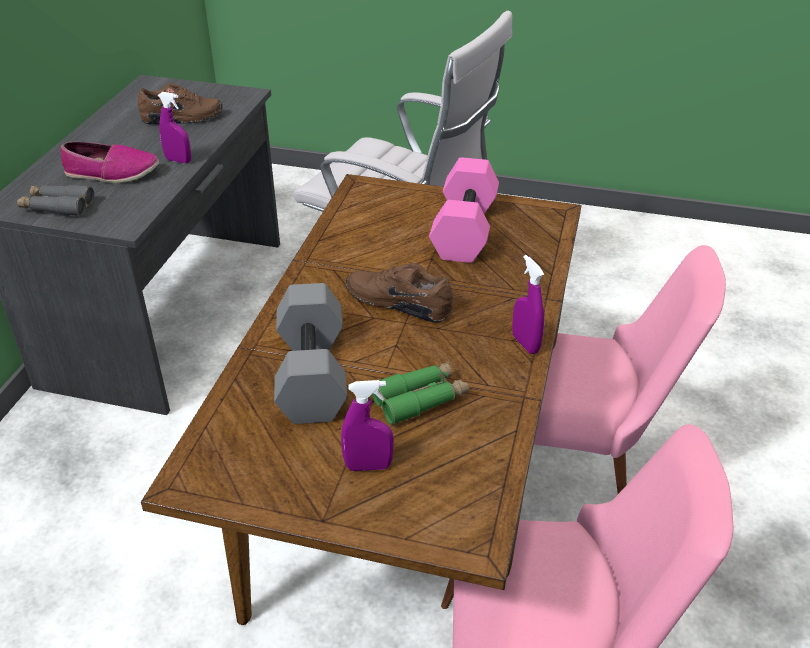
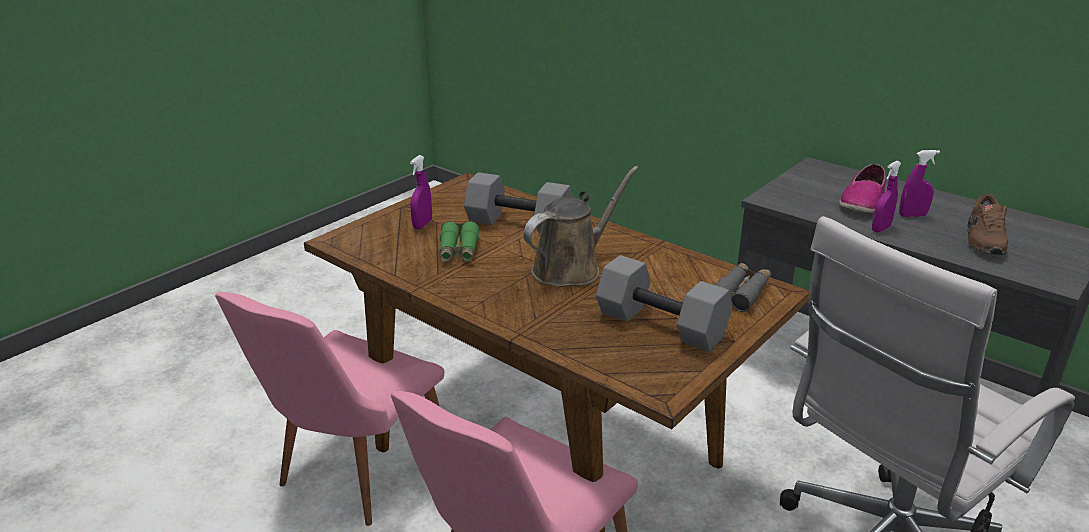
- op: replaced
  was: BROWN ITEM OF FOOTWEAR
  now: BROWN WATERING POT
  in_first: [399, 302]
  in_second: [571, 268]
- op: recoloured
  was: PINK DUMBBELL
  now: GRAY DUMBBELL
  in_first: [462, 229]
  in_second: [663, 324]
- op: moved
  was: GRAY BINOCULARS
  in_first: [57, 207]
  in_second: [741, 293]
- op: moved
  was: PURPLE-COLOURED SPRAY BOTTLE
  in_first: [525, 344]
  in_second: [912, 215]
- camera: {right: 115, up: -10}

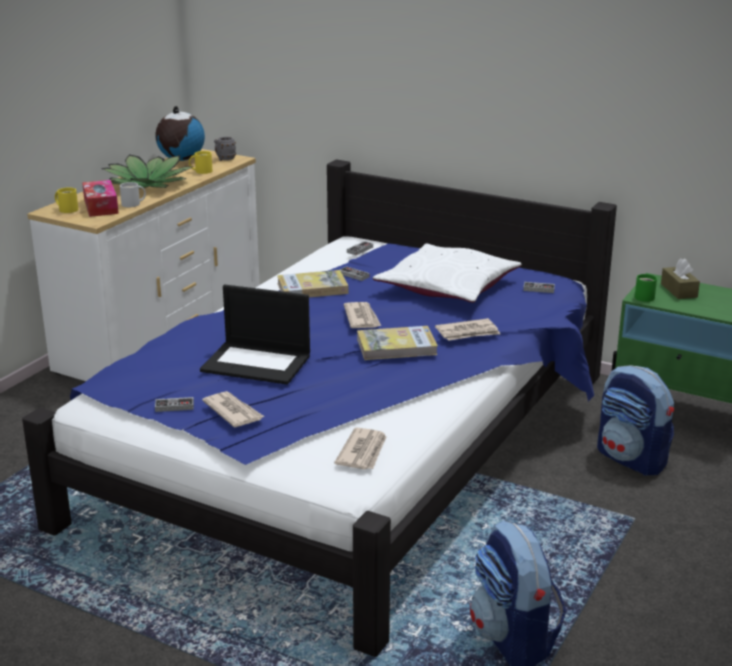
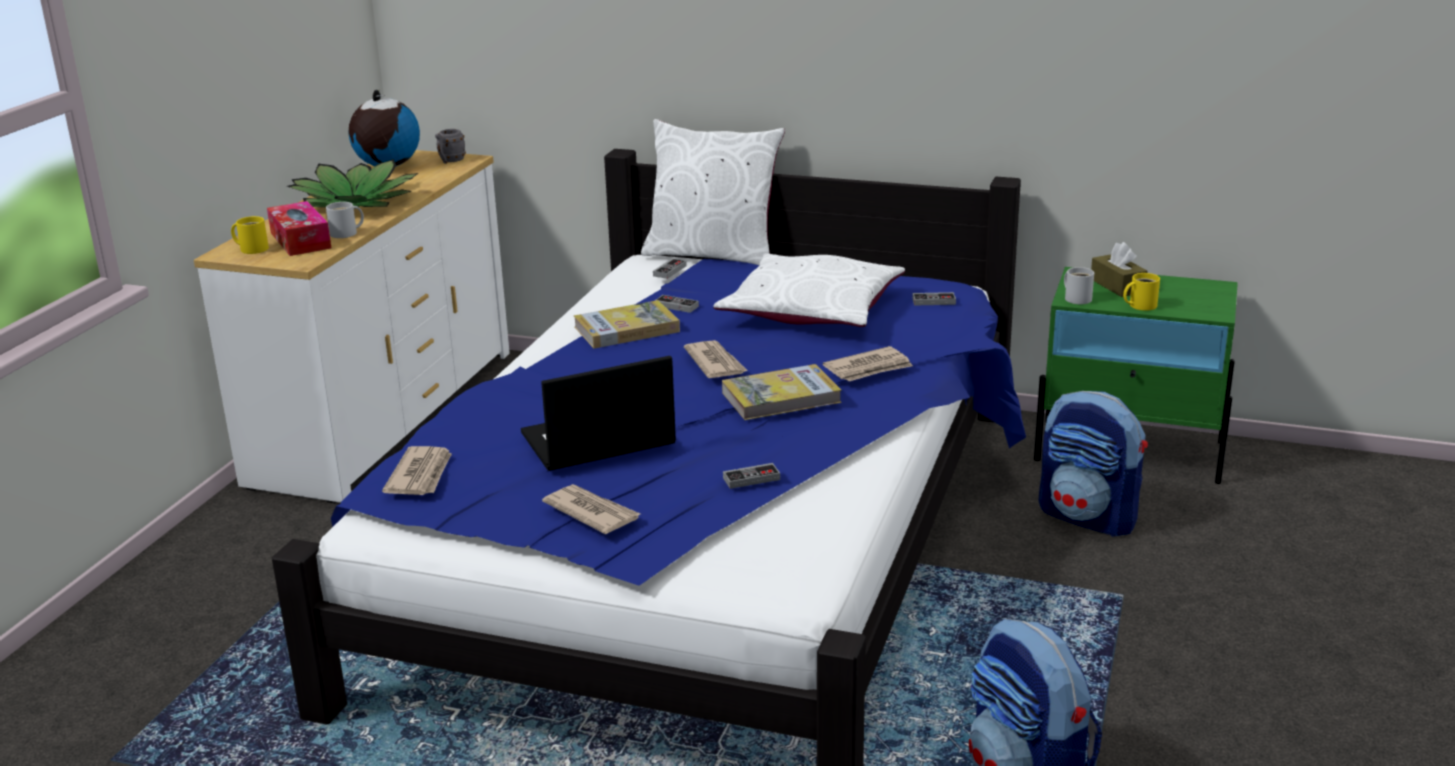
- op: moved
  was: PRINTED PAPER
  in_first: [363, 452]
  in_second: [421, 475]
- op: turned
  was: PORTABLE COMPUTER
  in_first: [258, 363]
  in_second: [597, 440]
  clockwise: 150
- op: added
  now: WHITE CUSHION
  in_second: [713, 255]
- op: moved
  was: GAME CONTROLLER
  in_first: [174, 406]
  in_second: [751, 479]
- op: recoloured
  was: GREEN-COLOURED MUG
  now: WHITE MUG
  in_first: [644, 297]
  in_second: [1077, 298]
- op: moved
  was: YELLOW-COLOURED MUG
  in_first: [202, 171]
  in_second: [1140, 305]
- camera: {right: -10, up: 0}

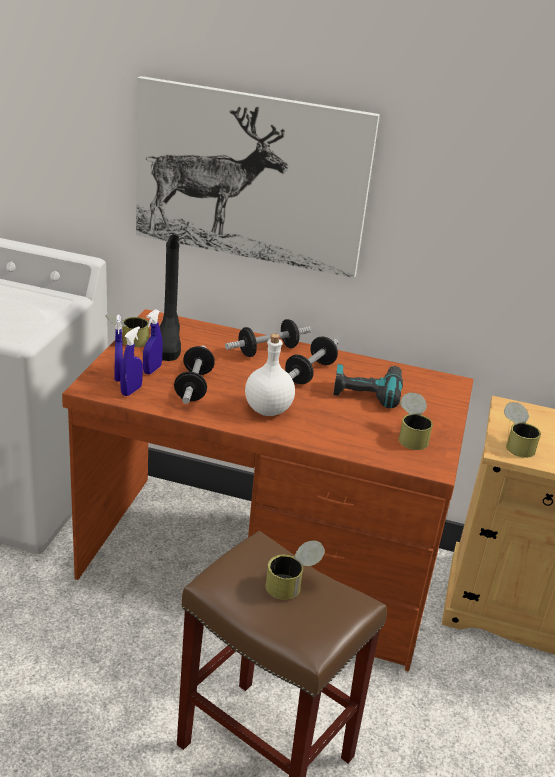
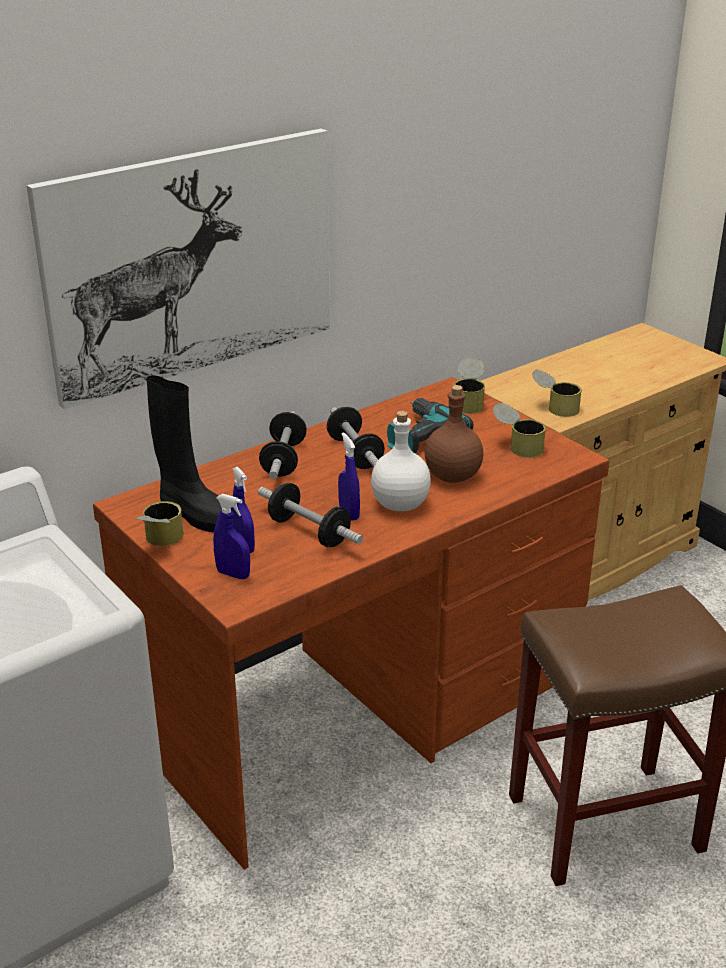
- op: moved
  was: BLUE SPRAY BOTTLE
  in_first: [131, 391]
  in_second: [349, 513]
- op: added
  now: BROWN BEVERAGE BOTTLE
  in_second: [453, 477]
- op: moved
  was: CAN
  in_first: [292, 584]
  in_second: [469, 402]
- camera: {right: -50, up: 0}

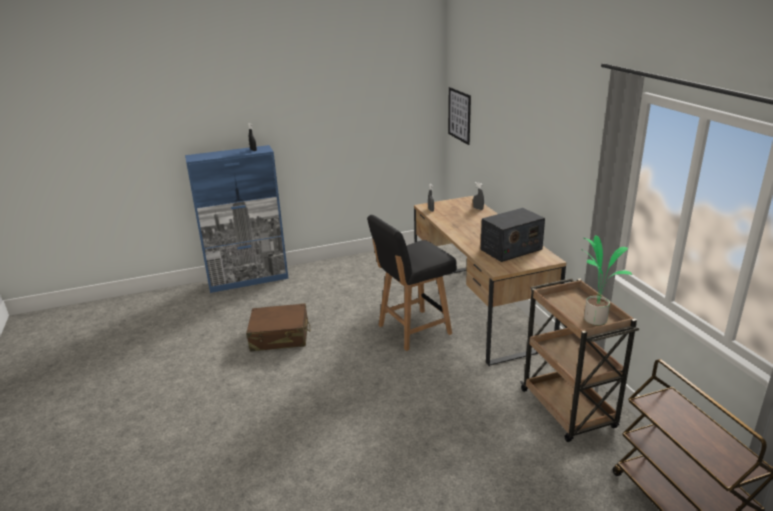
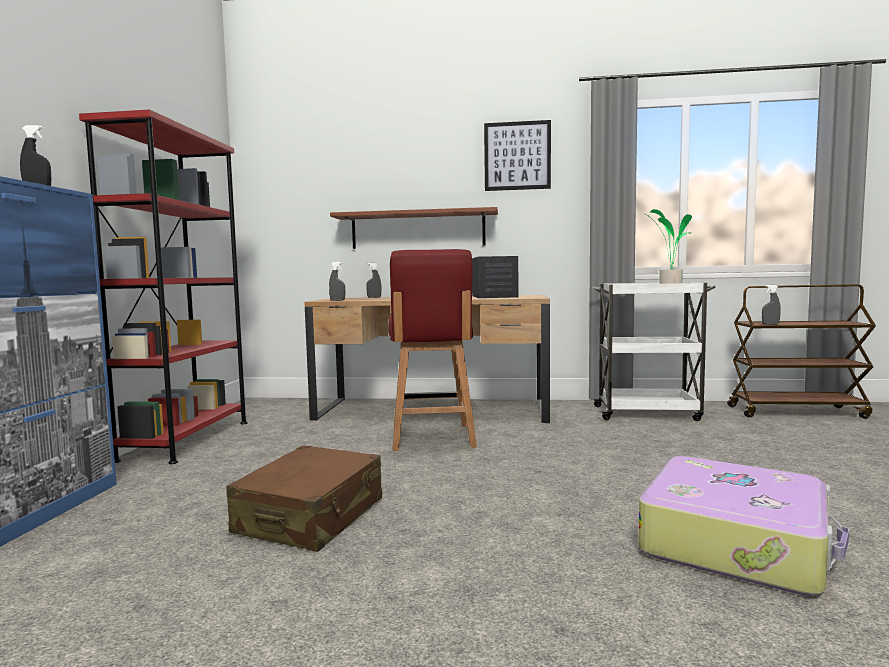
- op: added
  now: RED BOOKSHELF
  in_second: [187, 440]
- op: added
  now: BROWN WALL SHELF
  in_second: [418, 230]
- op: recoloured
  was: BLACKISH PLAIN CHAIR
  now: RED PLAIN CHAIR
  in_first: [413, 330]
  in_second: [432, 438]
- op: moved
  was: PICTURE
  in_first: [459, 115]
  in_second: [517, 156]
- op: recoloured
  was: BROWN WHEELED CART
  now: WHITE WHEELED CART
  in_first: [568, 410]
  in_second: [648, 413]
- op: added
  now: TRAVEL CASE
  in_second: [736, 543]
- op: added
  now: GRAY SPRAY BOTTLE
  in_second: [770, 324]
- camera: {right: -65, up: -20}

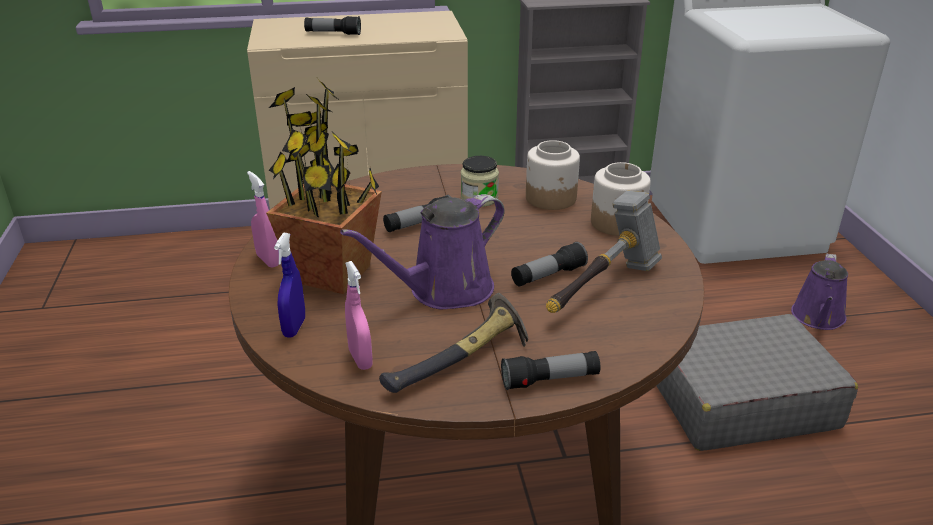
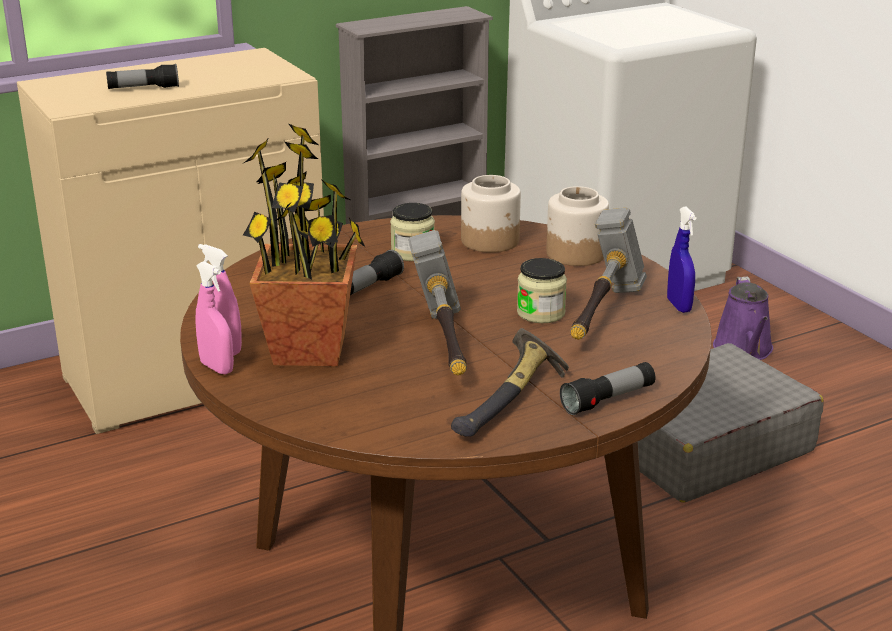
- op: moved
  was: PINK SPRAY BOTTLE
  in_first: [360, 359]
  in_second: [217, 368]
- op: replaced
  was: PURPLE-COLOURED WATERING POT
  now: HAND HAMMER
  in_first: [444, 291]
  in_second: [444, 344]
- op: replaced
  was: HAND TORCH
  now: STORAGE JAR
  in_first: [548, 276]
  in_second: [541, 313]
- op: moved
  was: BLUE SPRAY BOTTLE
  in_first: [294, 327]
  in_second: [679, 306]
- camera: {right: -20, up: -5}

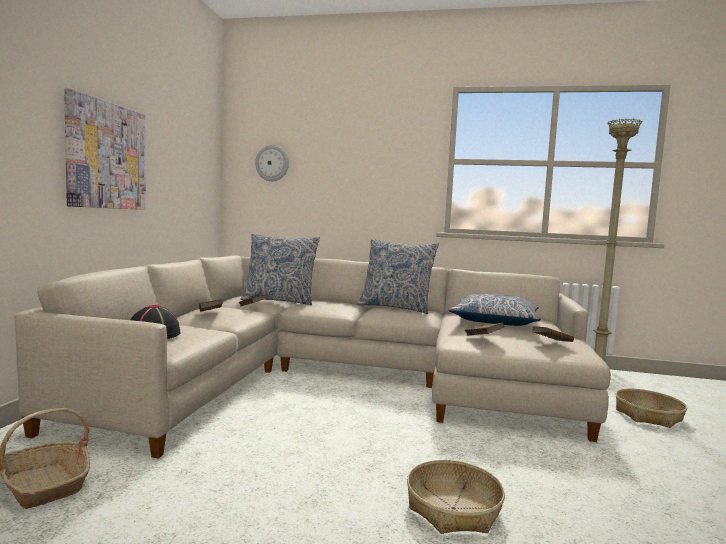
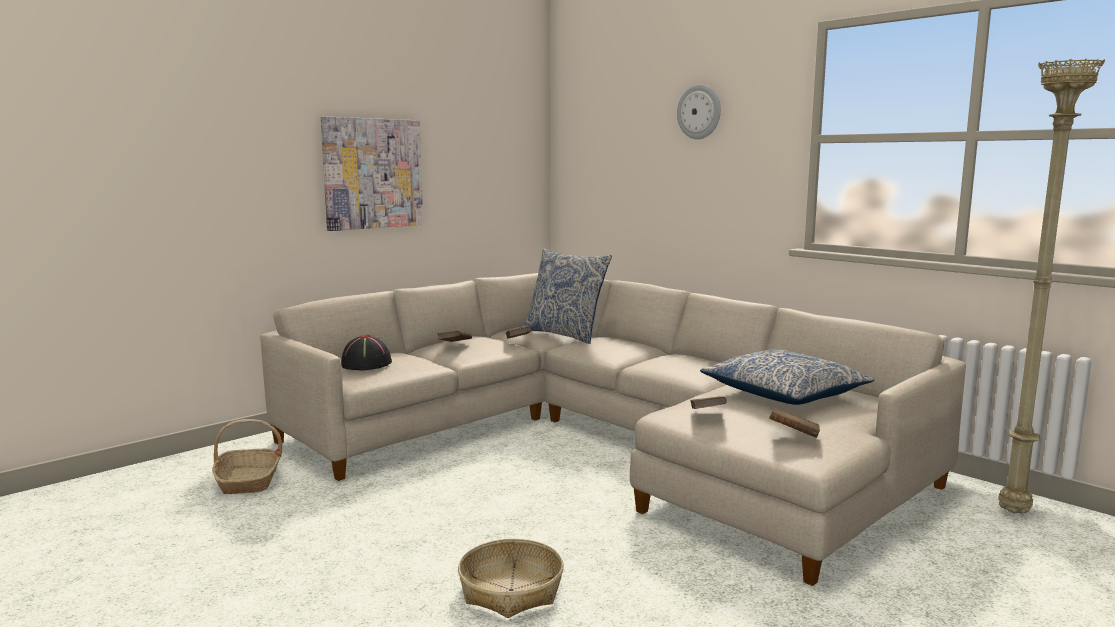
- op: moved
  was: HANGING CLOCK
  in_first: [272, 163]
  in_second: [699, 112]
- op: removed
  was: CUSHION
  in_first: [396, 307]
- op: removed
  was: HOUSEHOLD BASKET
  in_first: [648, 416]
- camera: {right: 35, up: 5}

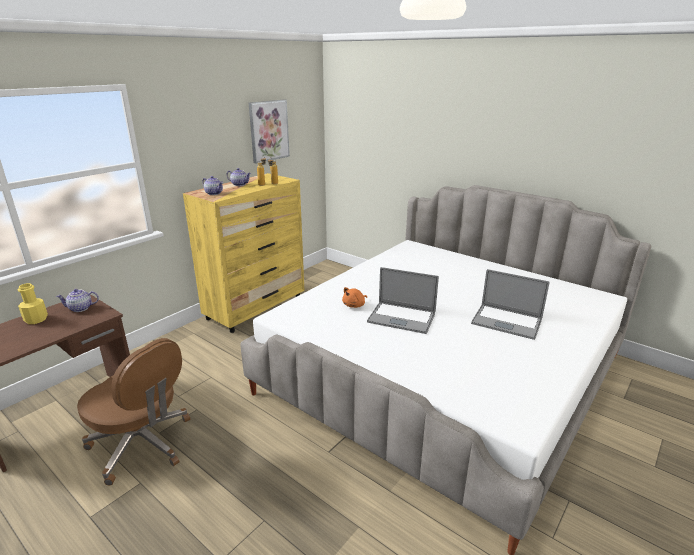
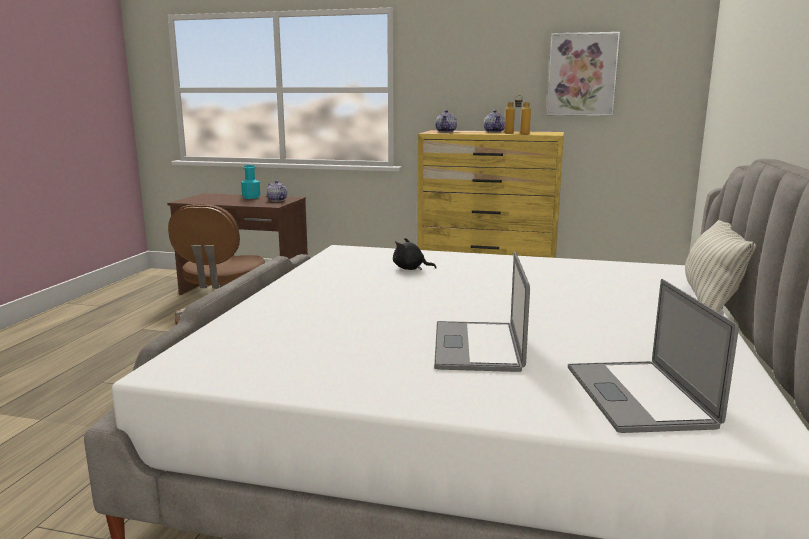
- op: recoloured
  was: YELLOW-COLOURED BEVERAGE BOTTLE
  now: BLUE-GREEN BEVERAGE BOTTLE
  in_first: [36, 319]
  in_second: [251, 197]
- op: recoloured
  was: ORANGE PLUSH TOY
  now: BLACKISH PLUSH TOY
  in_first: [354, 305]
  in_second: [410, 269]
- op: moved
  was: PORTABLE COMPUTER
  in_first: [401, 318]
  in_second: [638, 395]
- op: added
  now: CUSHION
  in_second: [710, 301]
- camera: {right: 65, up: -10}

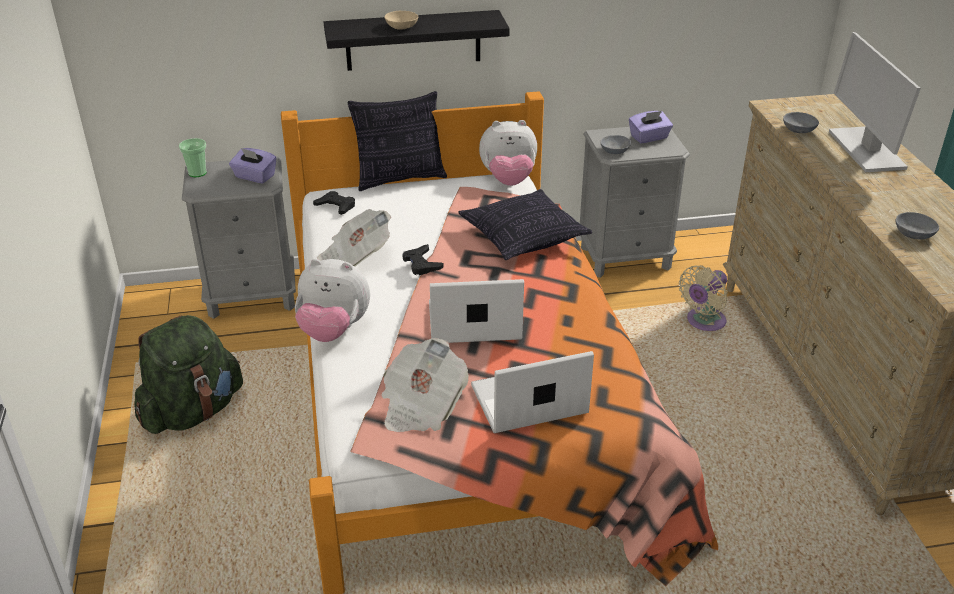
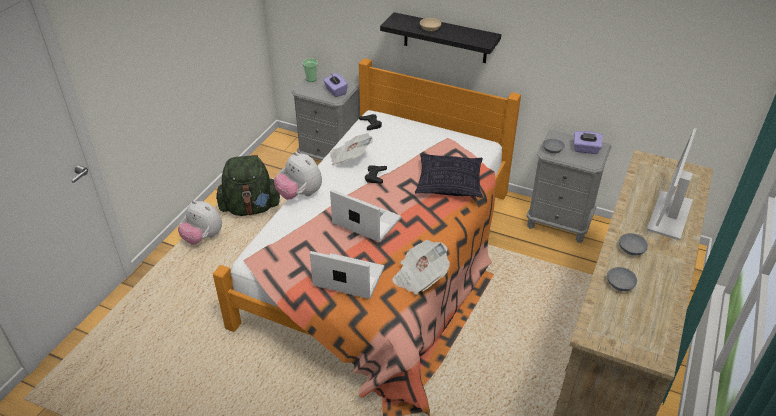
- op: moved
  was: PLUSH TOY
  in_first: [508, 180]
  in_second: [203, 237]
- op: moved
  was: PRINTED PAPER
  in_first: [421, 406]
  in_second: [420, 277]
- op: moved
  was: GRAY SERVING BOWL
  in_first: [800, 129]
  in_second: [632, 250]
- op: removed
  was: CUSHION
  in_first: [400, 178]
- op: removed
  was: BEIGE-COLOURED FAN
  in_first: [703, 322]
- camera: {right: 35, up: 5}

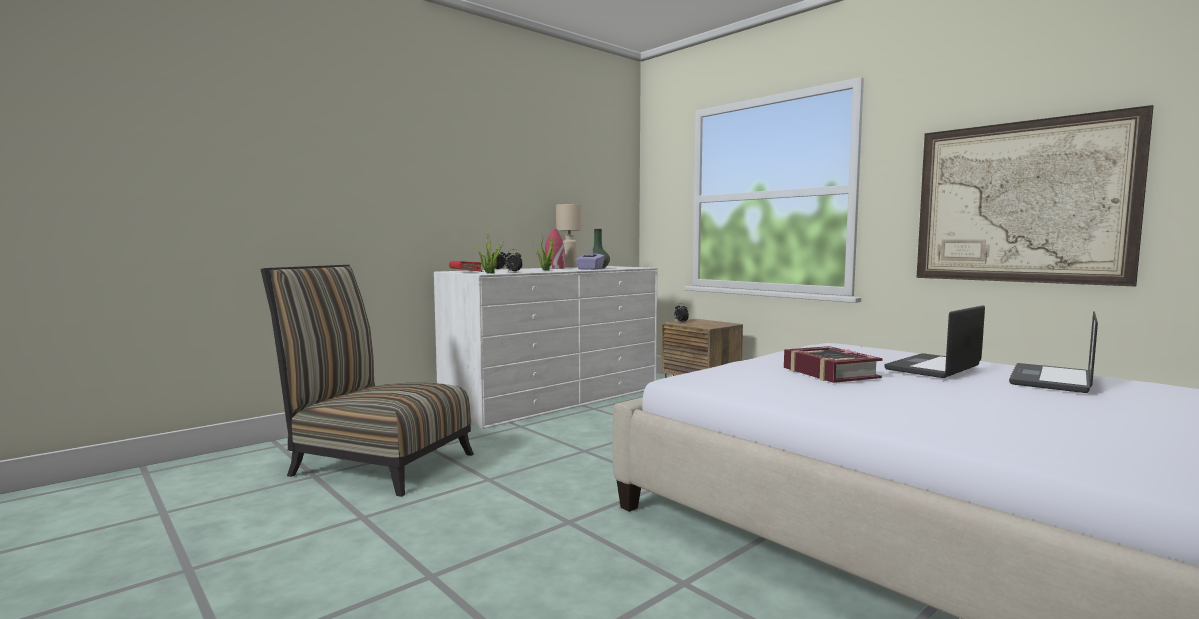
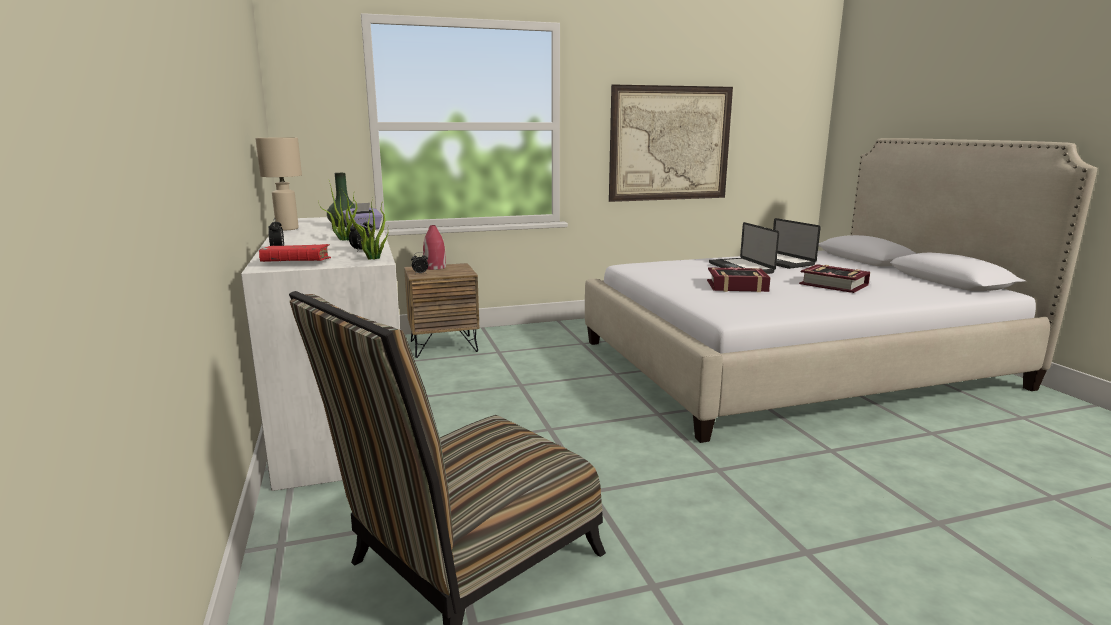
- op: moved
  was: RED VASE
  in_first: [554, 268]
  in_second: [434, 267]
- op: added
  now: BOOK
  in_second: [833, 285]
- camera: {right: -65, up: 10}

